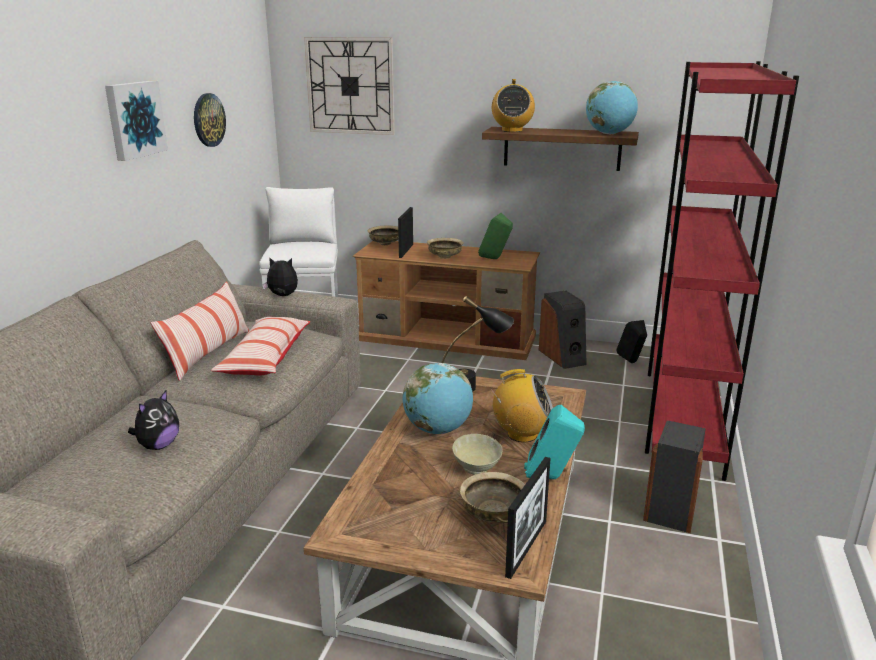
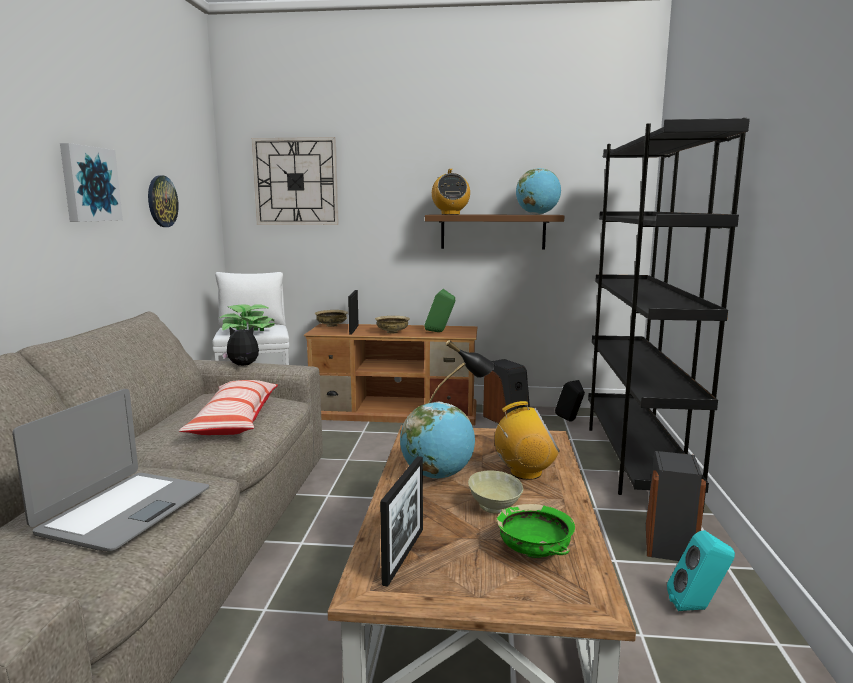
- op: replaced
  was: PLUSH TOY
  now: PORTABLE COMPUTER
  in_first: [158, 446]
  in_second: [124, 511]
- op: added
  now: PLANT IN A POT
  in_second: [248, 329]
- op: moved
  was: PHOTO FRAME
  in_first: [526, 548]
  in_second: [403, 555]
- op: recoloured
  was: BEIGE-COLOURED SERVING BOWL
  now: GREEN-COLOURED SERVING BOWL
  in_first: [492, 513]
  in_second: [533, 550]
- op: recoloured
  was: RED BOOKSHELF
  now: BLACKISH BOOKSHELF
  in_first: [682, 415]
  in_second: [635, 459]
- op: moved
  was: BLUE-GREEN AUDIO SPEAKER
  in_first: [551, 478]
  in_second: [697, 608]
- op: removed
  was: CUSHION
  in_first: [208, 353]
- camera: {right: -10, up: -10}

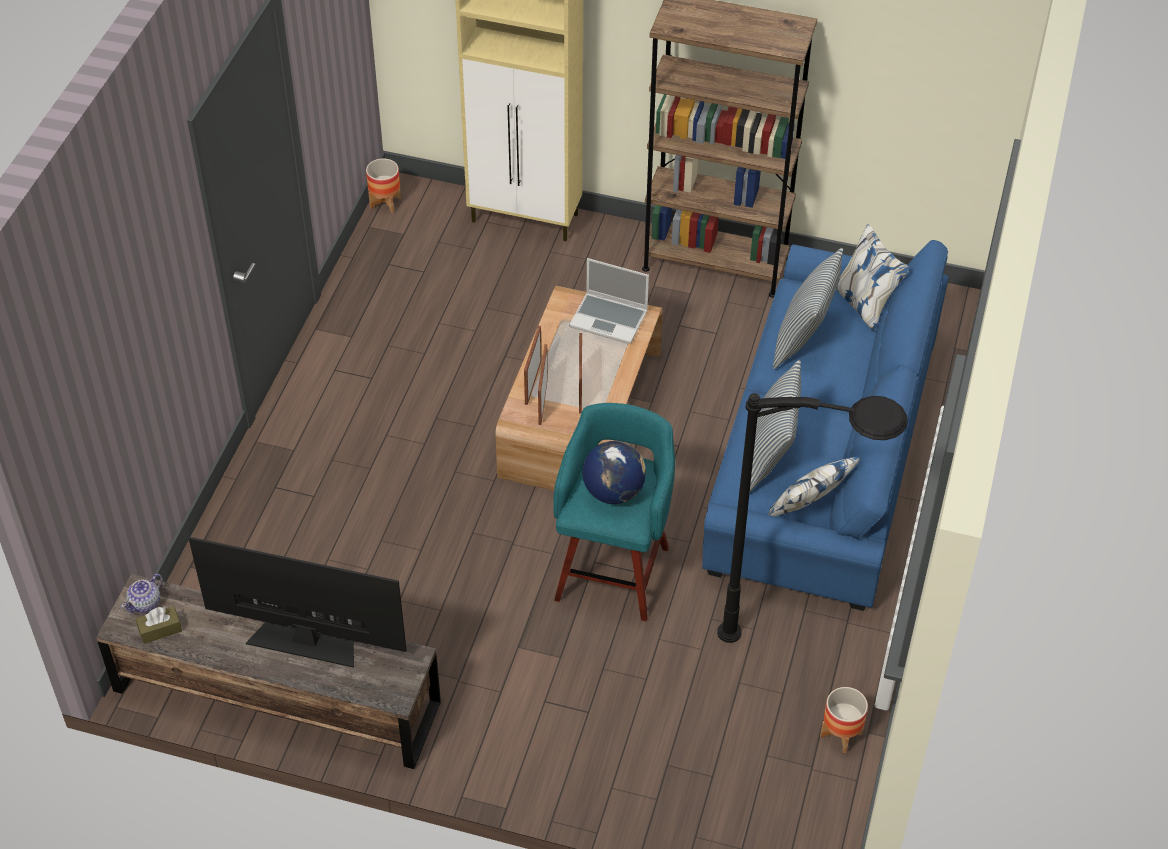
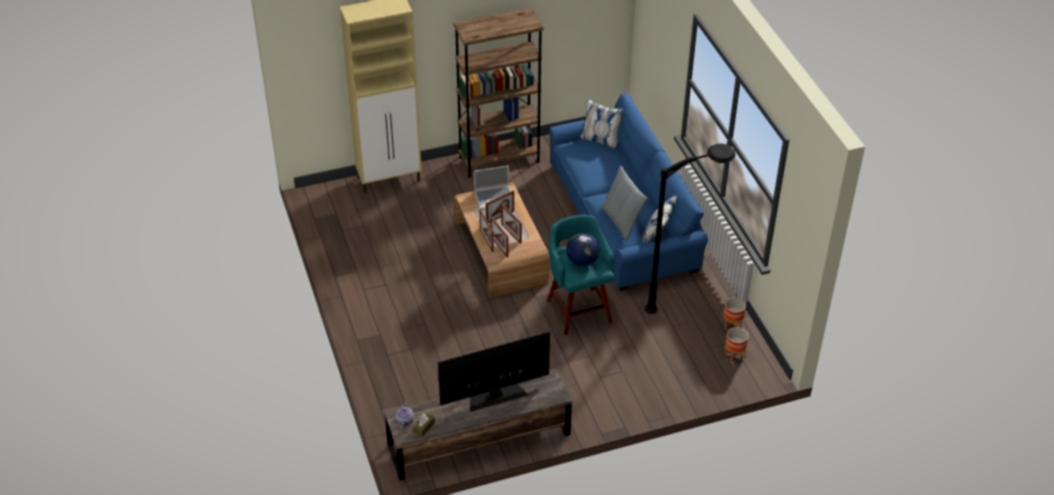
- op: added
  now: PHOTO FRAME
  in_second: [500, 217]
- op: moved
  was: PLANT POT
  in_first: [385, 203]
  in_second: [734, 354]
- op: removed
  was: CUSHION
  in_first: [803, 340]
- camera: {right: -35, up: -5}

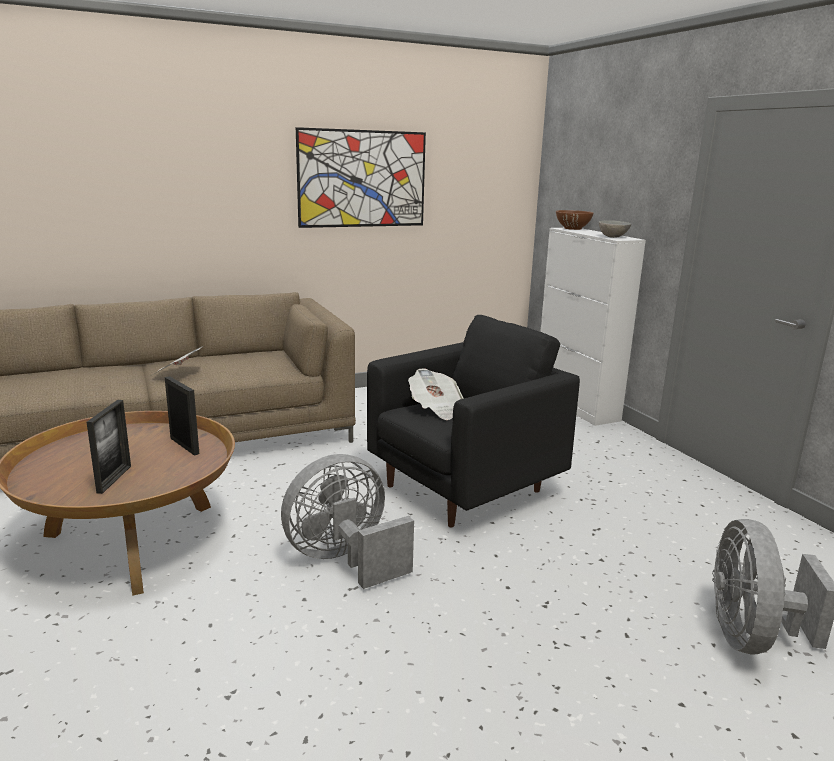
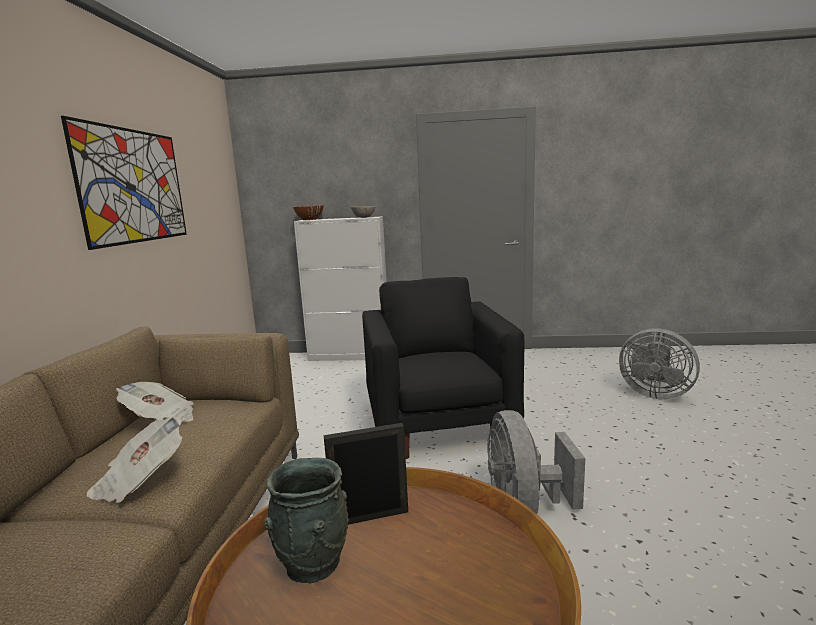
- op: moved
  was: PRINTED PAPER
  in_first: [436, 409]
  in_second: [161, 419]
- op: added
  now: GRAY VASE
  in_second: [313, 565]
- op: removed
  was: PHOTO FRAME
  in_first: [114, 479]
- camera: {right: -60, up: -5}

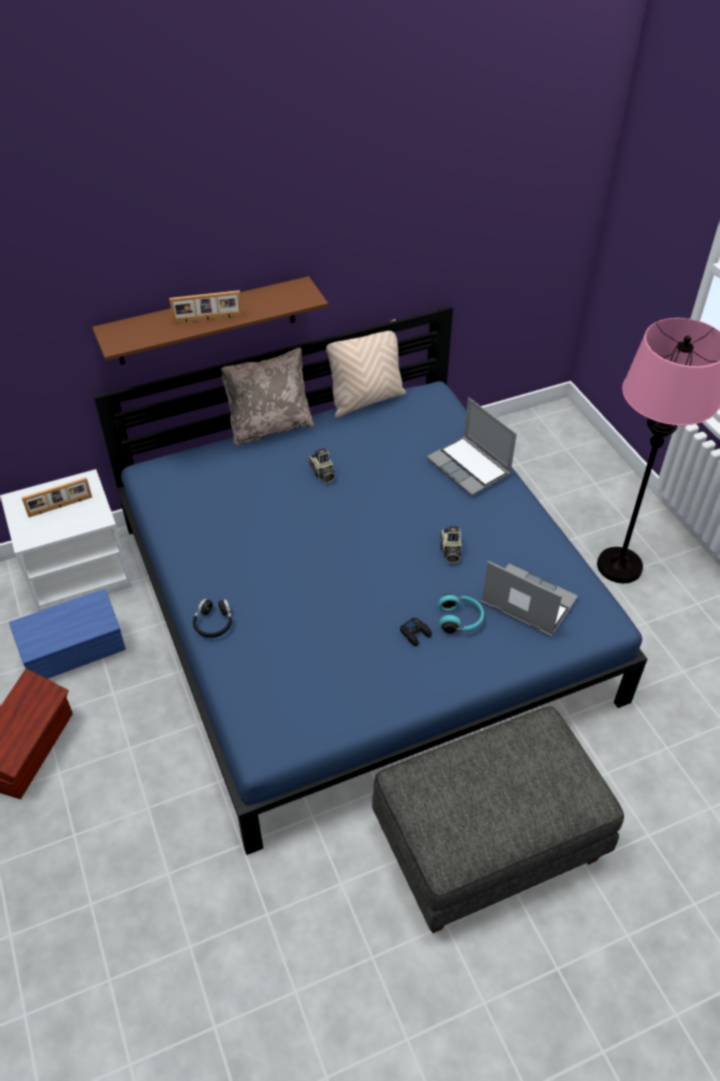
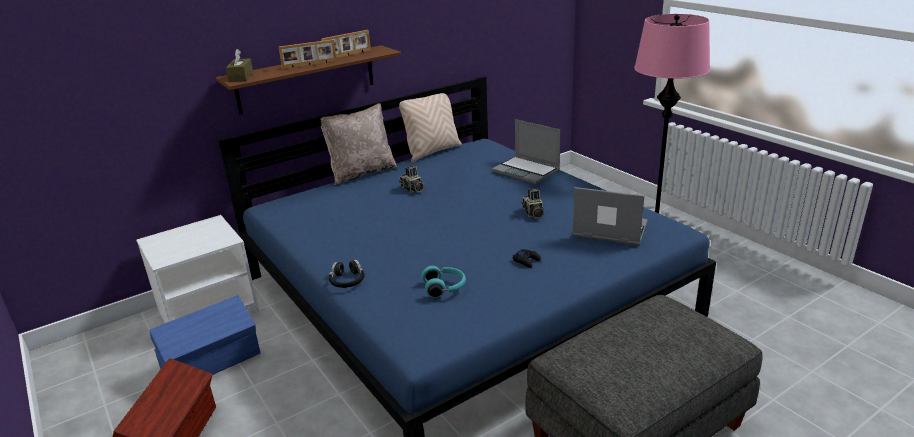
- op: added
  now: BROWN TISSUE BOX
  in_second: [241, 77]
- op: moved
  was: PHOTO FRAME
  in_first: [60, 507]
  in_second: [348, 55]
- op: moved
  was: BLUE-GREEN HEADPHONES
  in_first: [460, 620]
  in_second: [445, 288]
- camera: {right: -10, up: -20}

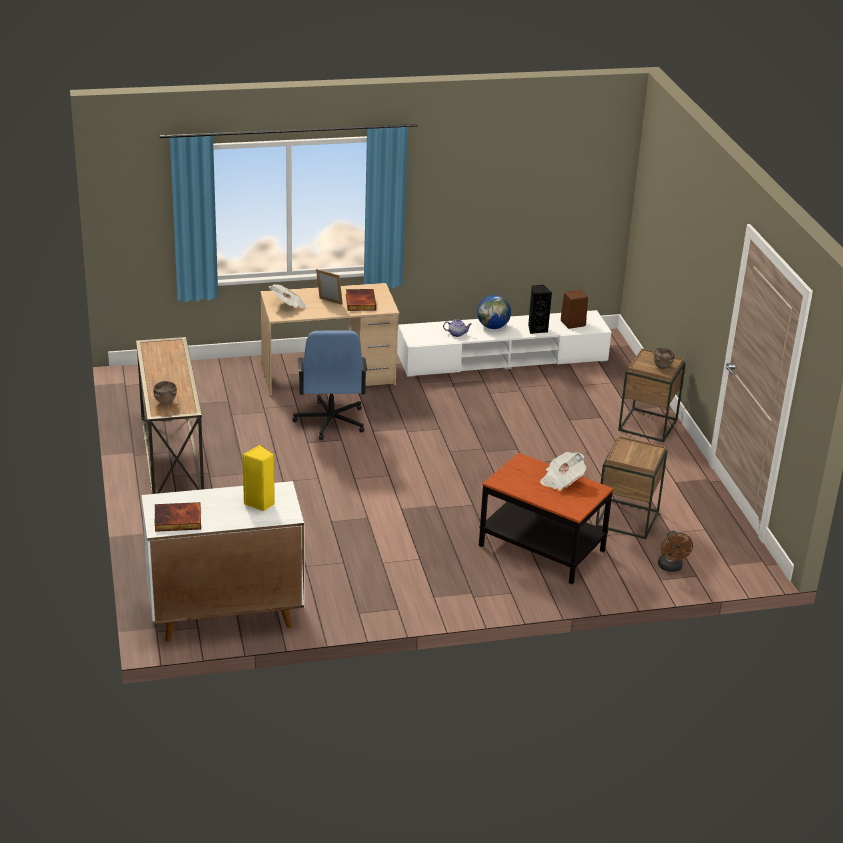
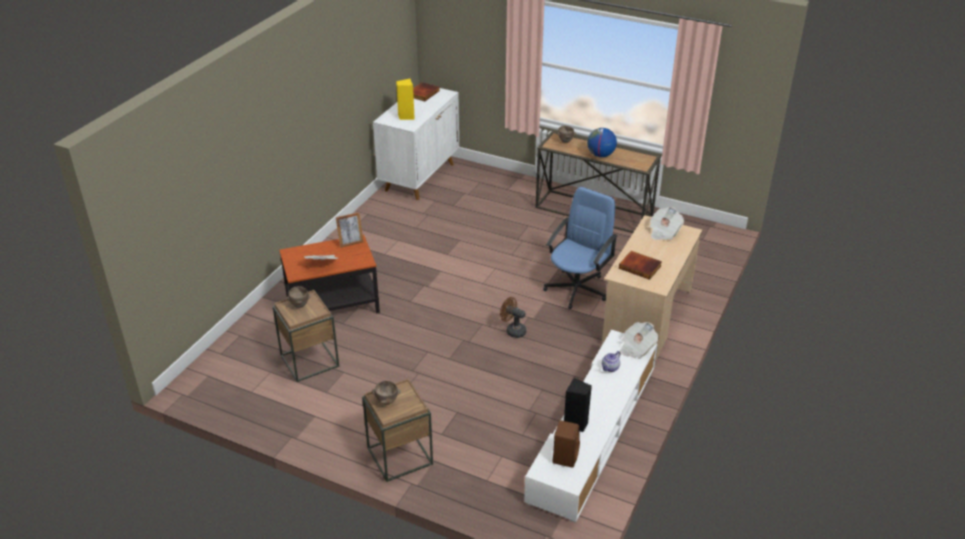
- op: added
  now: BROWN SERVING BOWL
  in_second: [300, 305]
- op: moved
  was: PHOTO FRAME
  in_first: [329, 302]
  in_second: [351, 243]
- op: moved
  was: BROWN FAN
  in_first: [671, 568]
  in_second: [513, 330]
- op: turned
  was: BLUE OFFICE CHAIR
  in_first: [330, 421]
  in_second: [577, 289]
  clockwise: 90
- op: moved
  was: DESK GLOBE
  in_first: [493, 327]
  in_second: [600, 155]
- op: added
  now: PRINTED PAPER
  in_second: [636, 348]
- camera: {right: 130, up: 5}

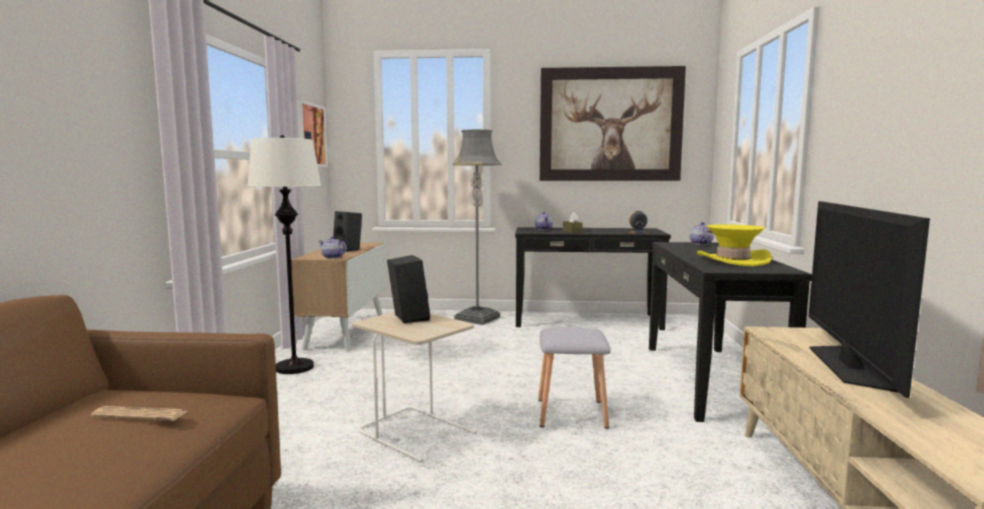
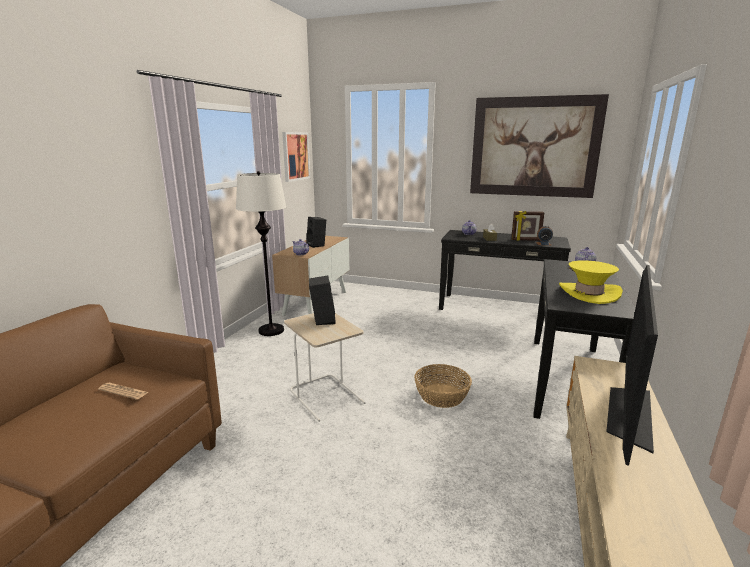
- op: replaced
  was: GRAY STOOL
  now: HOUSEHOLD BASKET
  in_first: [572, 413]
  in_second: [442, 395]
- op: added
  now: PHOTO FRAME
  in_second: [526, 240]
- op: removed
  was: GRAY STANDARD LAMP
  in_first: [477, 318]
- camera: {right: 15, up: 10}

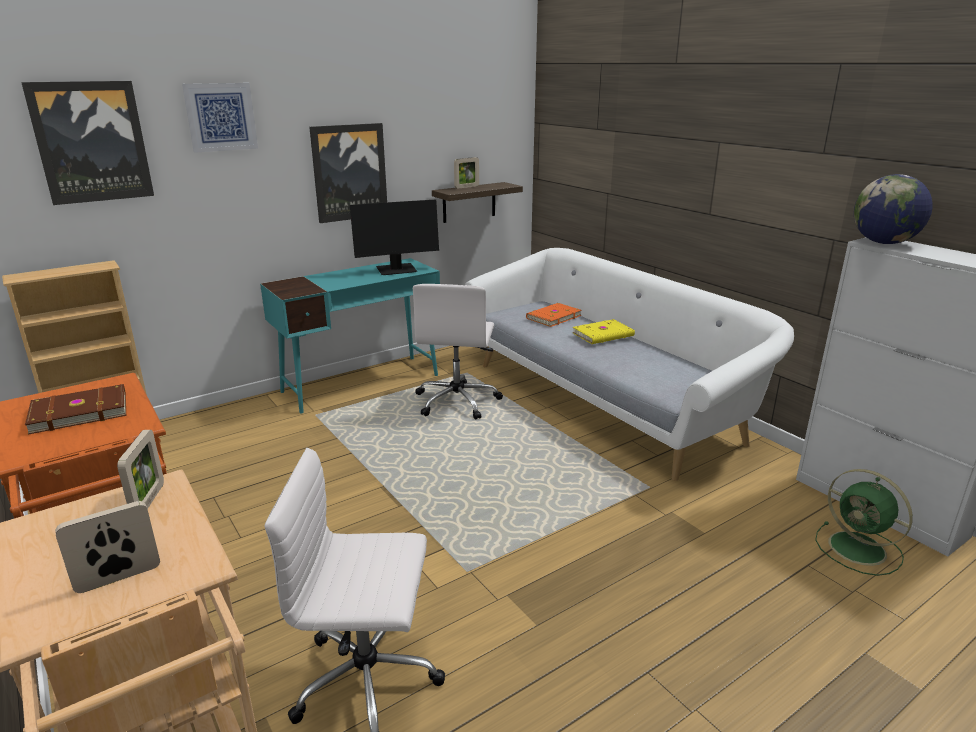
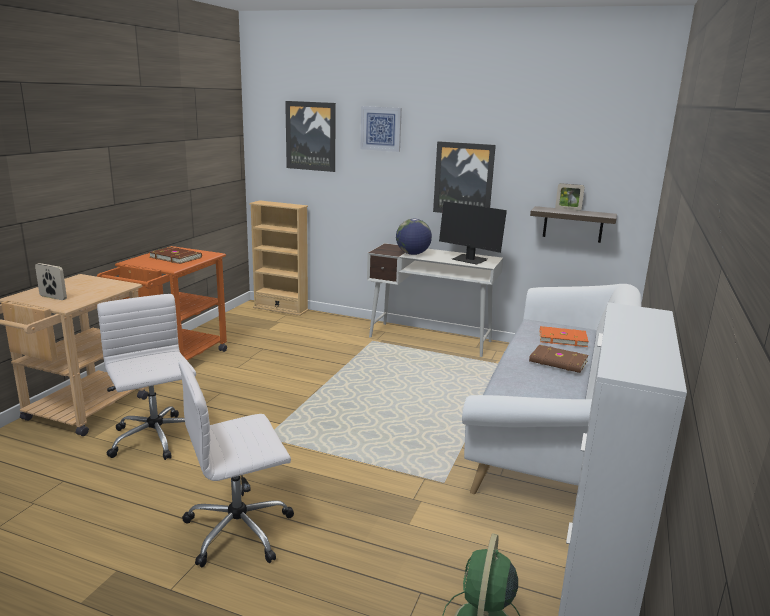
- op: moved
  was: WHITE OFFICE CHAIR
  in_first: [457, 401]
  in_second: [240, 529]
- op: recoloured
  was: BLUE-GREEN DESK UNIT
  now: WHITE DESK UNIT
  in_first: [362, 383]
  in_second: [430, 339]
- op: moved
  was: DESK GLOBE
  in_first: [884, 243]
  in_second: [413, 254]
- op: recoloured
  was: YELLOW-COLOURED BOOK
  now: BROWN BOOK
  in_first: [604, 335]
  in_second: [558, 362]
- op: removed
  was: PHOTO FRAME
  in_first: [148, 501]
- camera: {right: 55, up: -5}

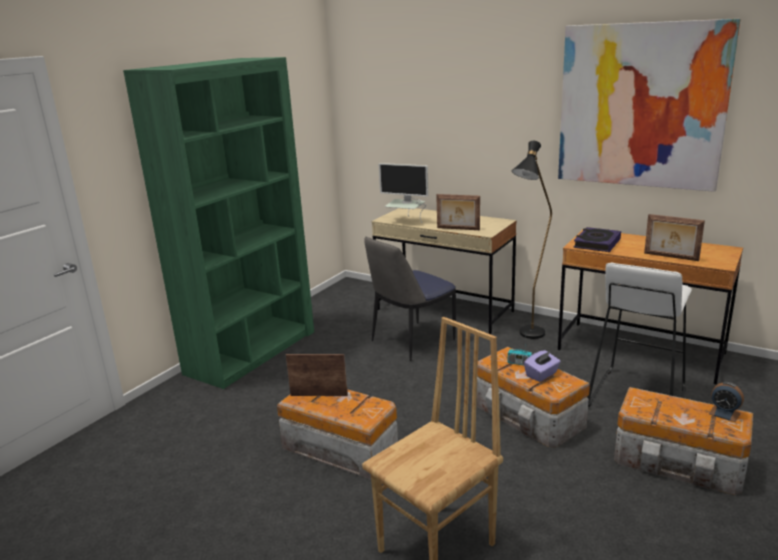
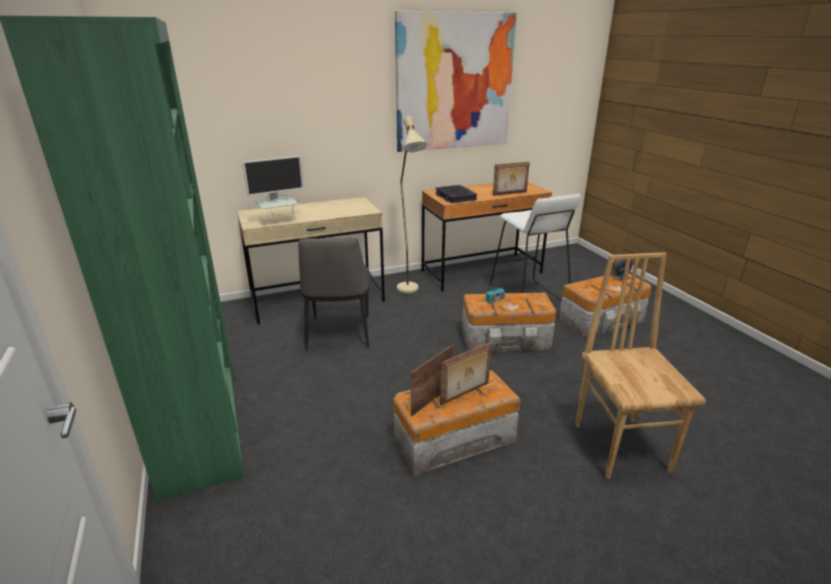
- op: recoloured
  was: BLACKISH STANDARD LAMP
  now: BEIGE-COLOURED STANDARD LAMP
  in_first: [528, 337]
  in_second: [410, 292]
- op: moved
  was: PHOTO FRAME
  in_first: [458, 229]
  in_second: [465, 394]
- op: removed
  was: PURPLE-COLOURED TISSUE BOX
  in_first: [542, 375]
- camera: {right: -55, up: 5}

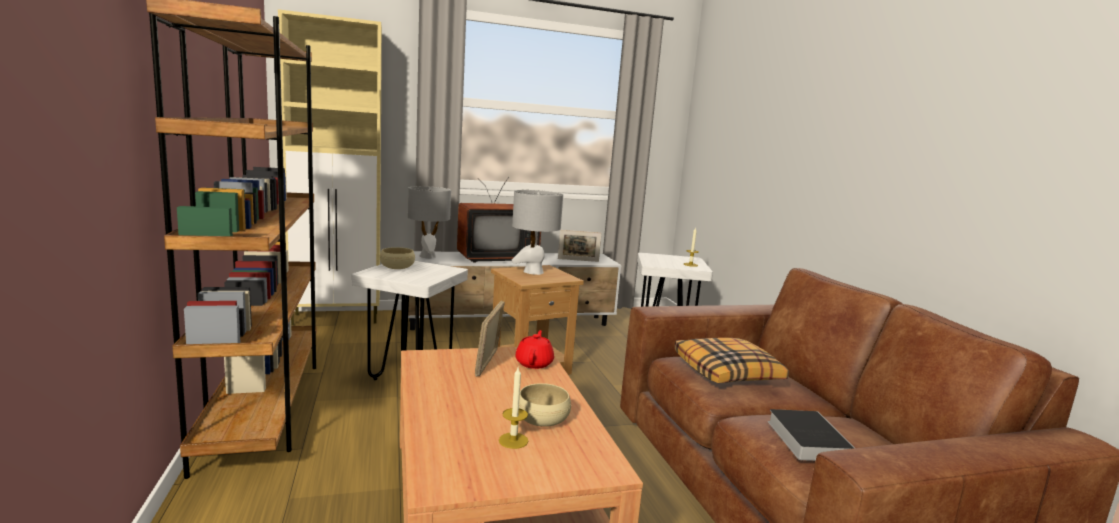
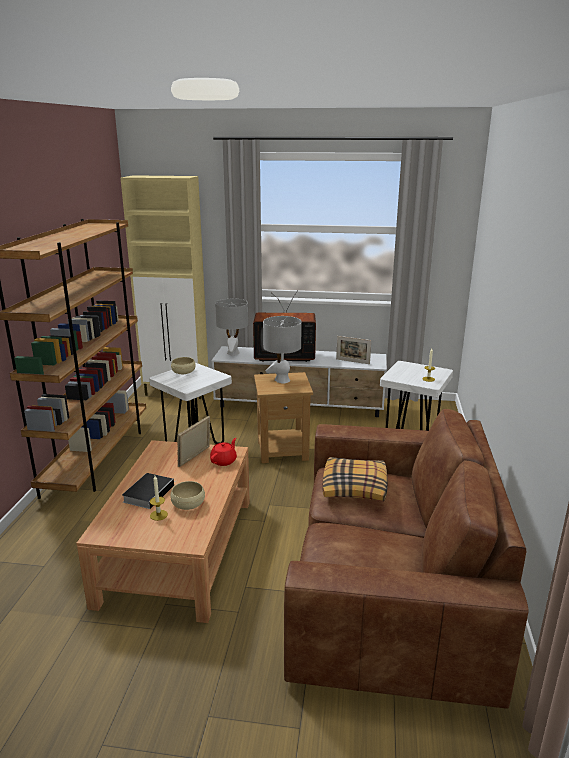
- op: moved
  was: BOOK
  in_first: [806, 439]
  in_second: [149, 492]
- camera: {right: 25, up: 10}

